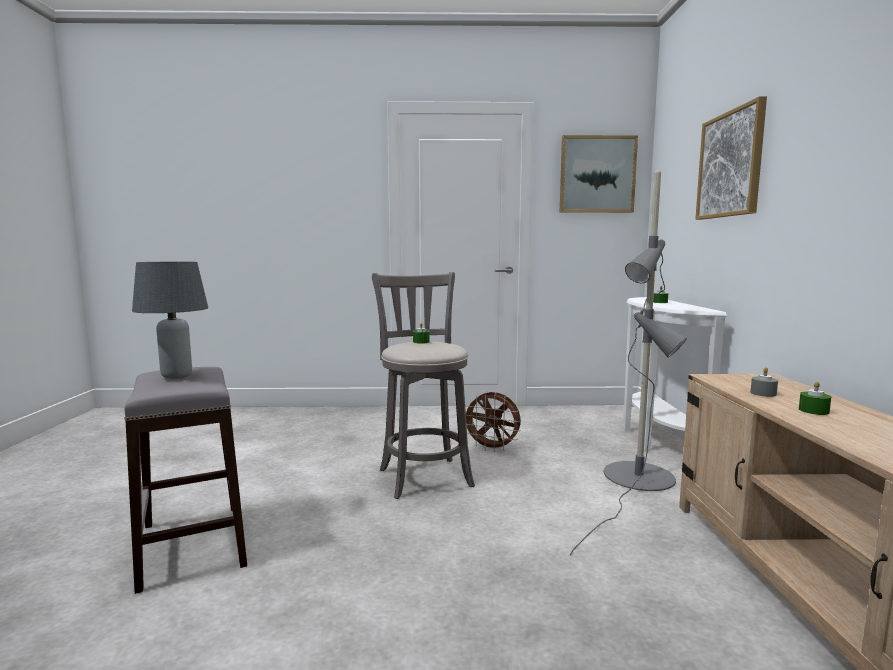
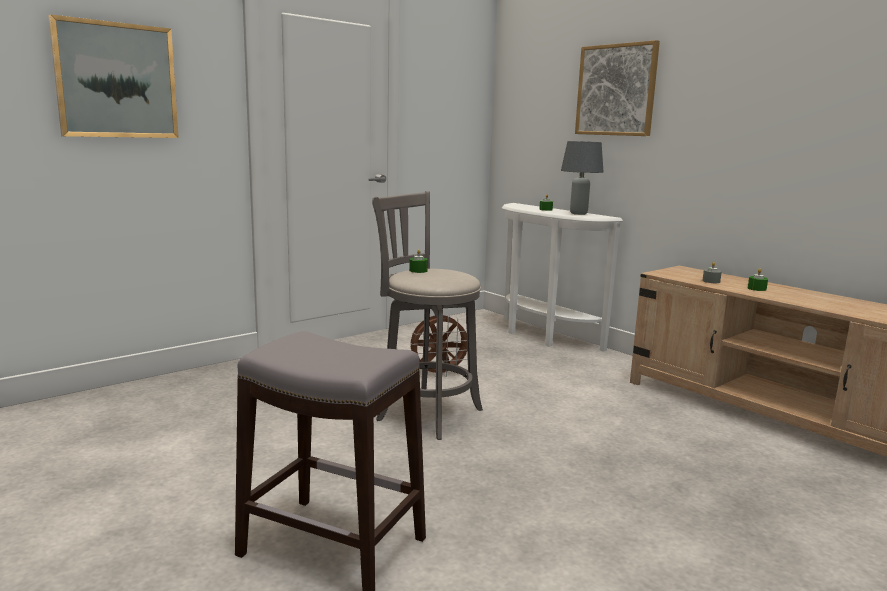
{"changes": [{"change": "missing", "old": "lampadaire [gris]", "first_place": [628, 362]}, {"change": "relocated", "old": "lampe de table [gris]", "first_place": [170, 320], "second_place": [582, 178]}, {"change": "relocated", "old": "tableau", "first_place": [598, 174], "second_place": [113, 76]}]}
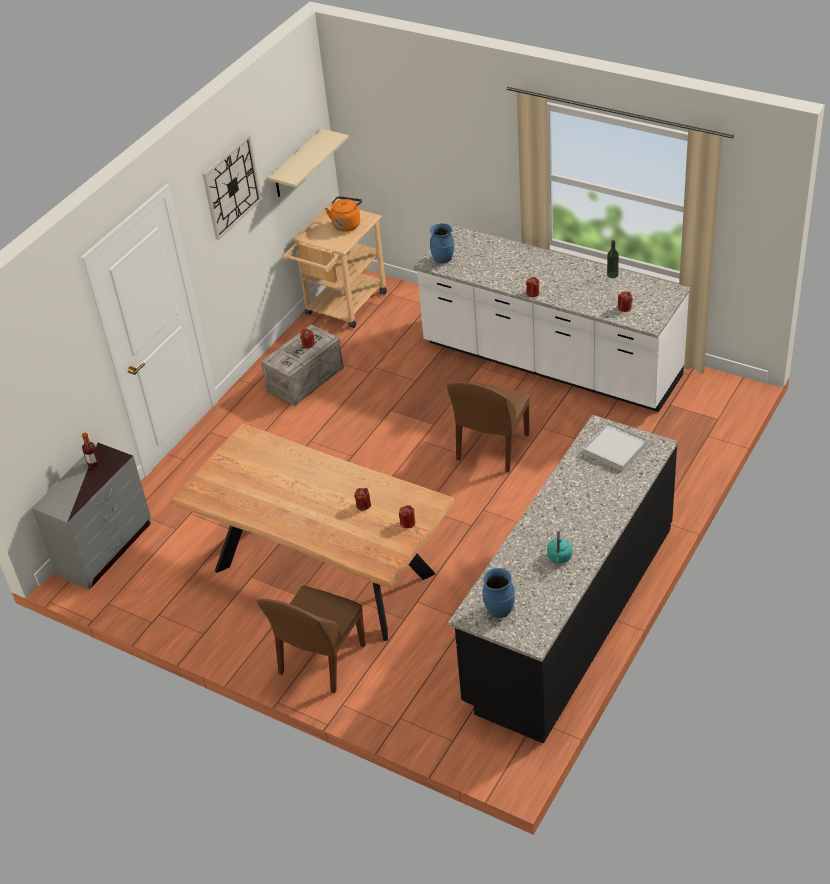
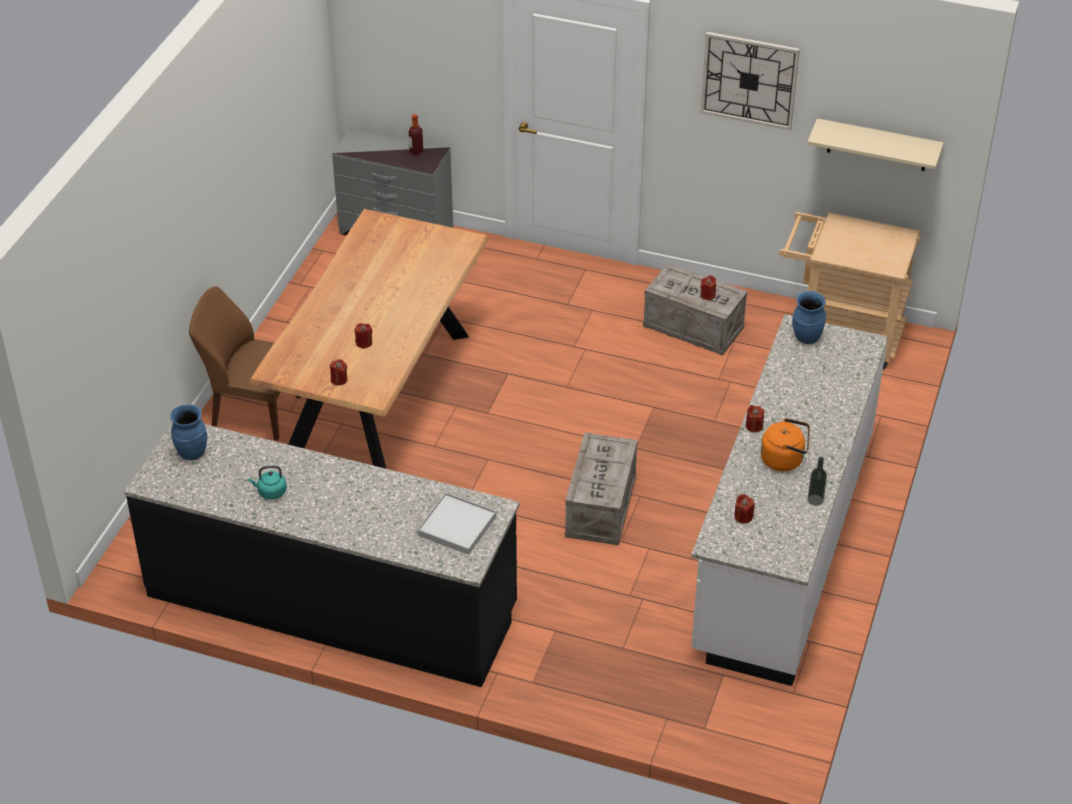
{"changes": [{"change": "relocated", "old": "bouilloire [orange]", "first_place": [343, 214], "second_place": [785, 444]}, {"change": "exchanged", "old": "chaise [marron]", "new": "caisse", "first_place": [488, 427], "second_place": [601, 488]}]}
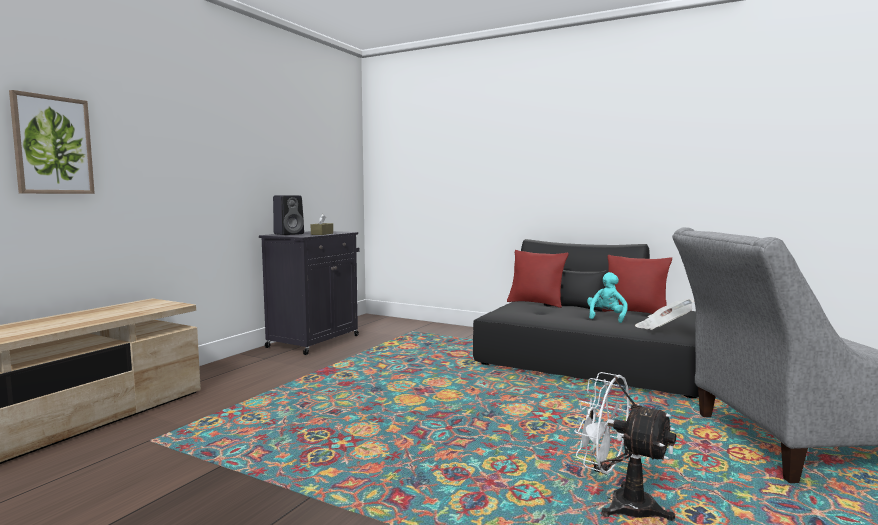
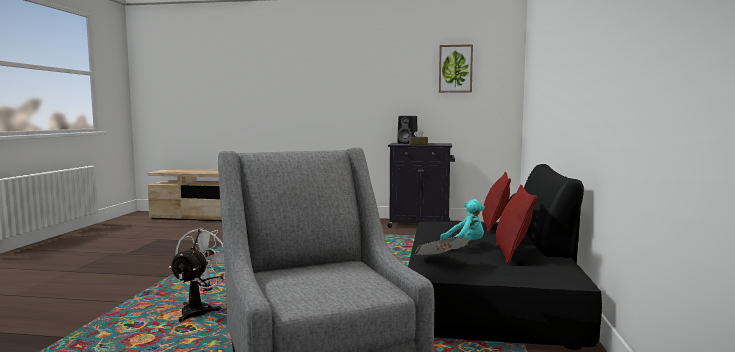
{"changes": [{"change": "relocated", "old": "tableau", "first_place": [52, 142], "second_place": [456, 68]}]}
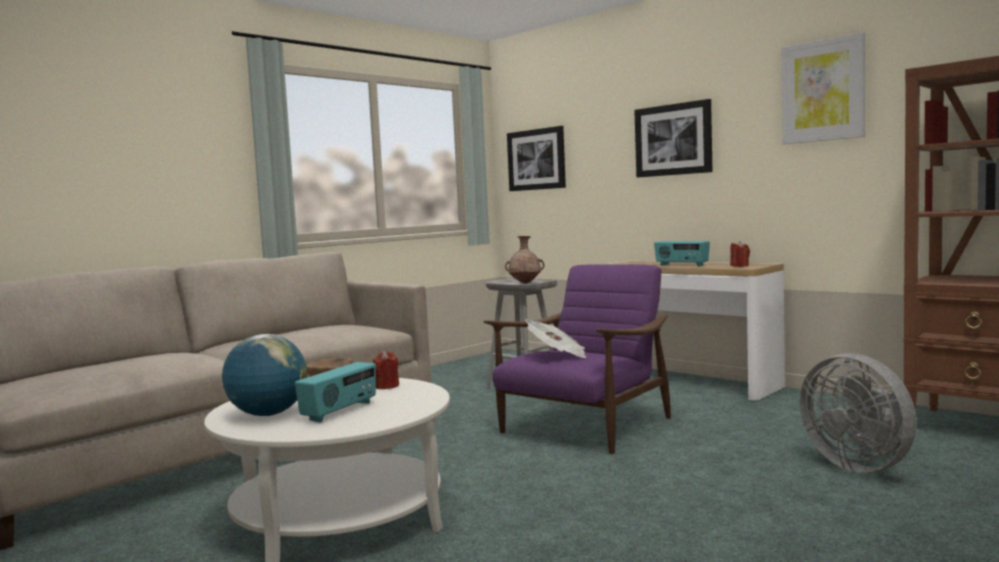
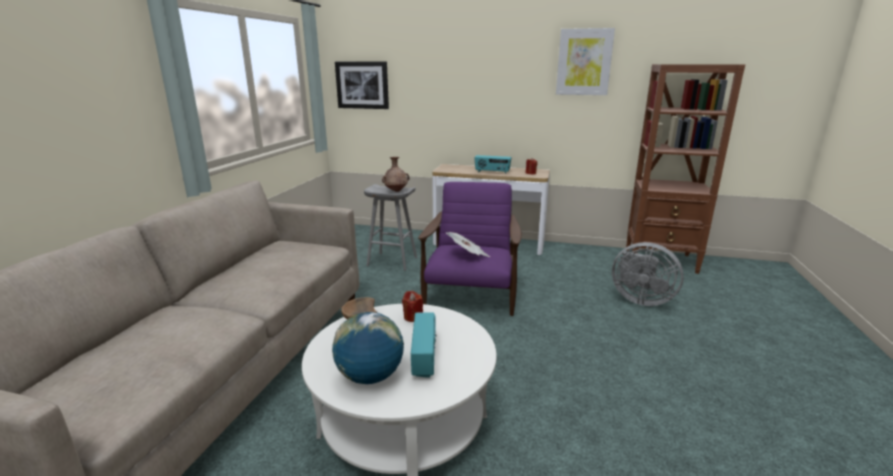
{"changes": [{"change": "missing", "old": "tableau", "first_place": [673, 138]}]}
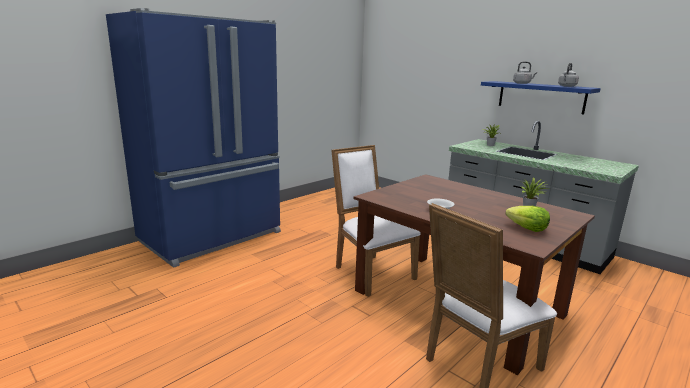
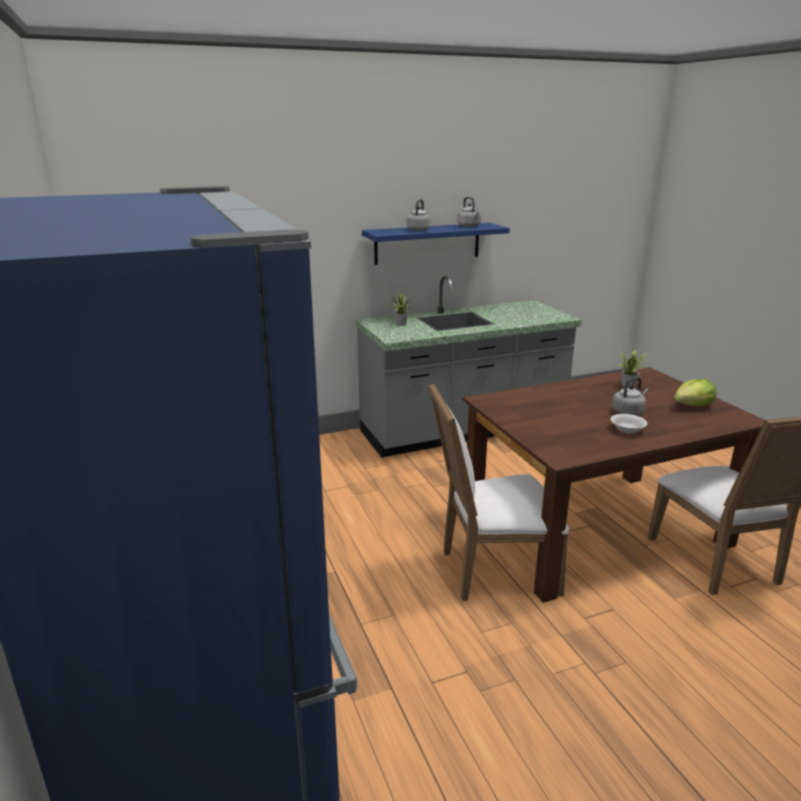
{"changes": [{"change": "appeared", "new": "bouilloire [gris]", "second_place": [630, 396]}]}
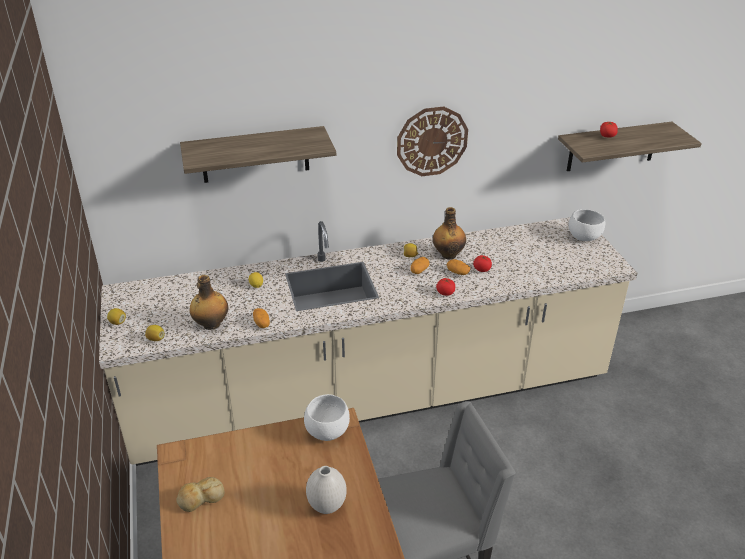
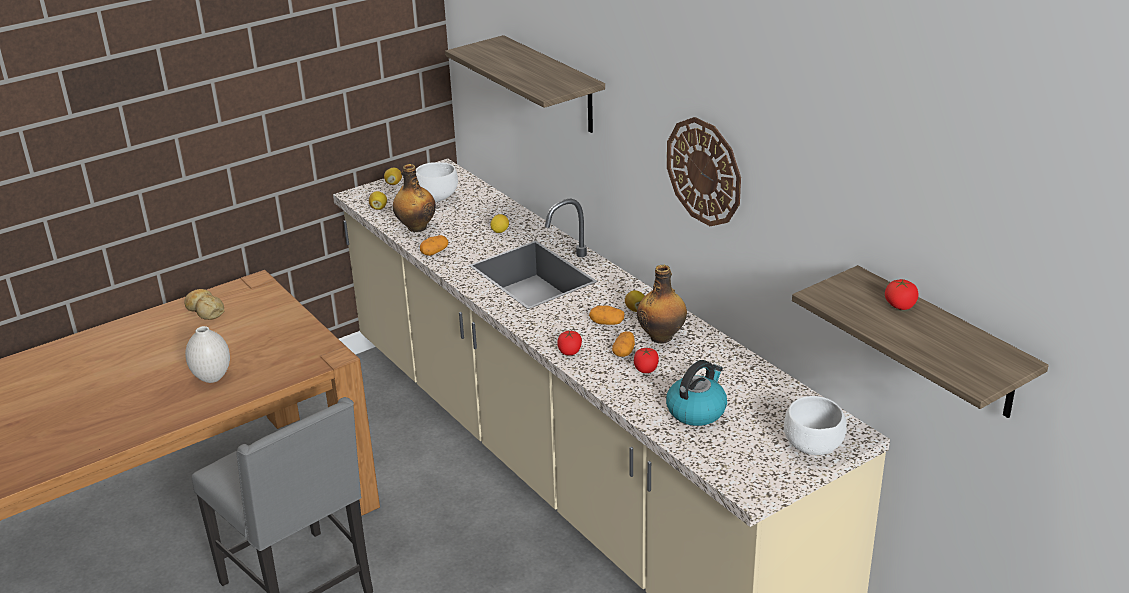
{"changes": [{"change": "appeared", "new": "bouilloire", "second_place": [696, 393]}, {"change": "relocated", "old": "bol [blanc]", "first_place": [327, 417], "second_place": [437, 182]}]}
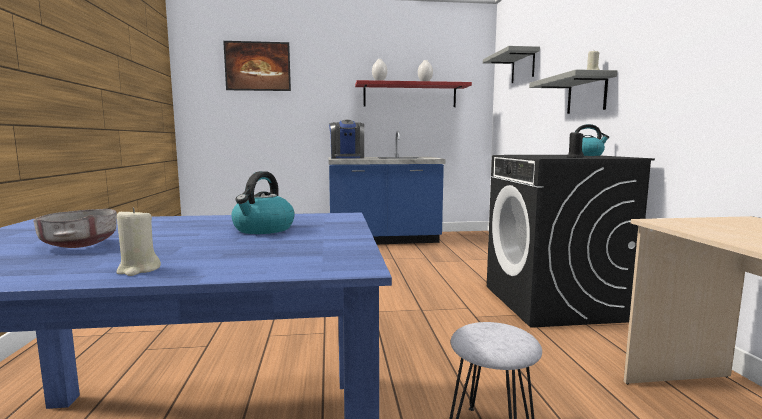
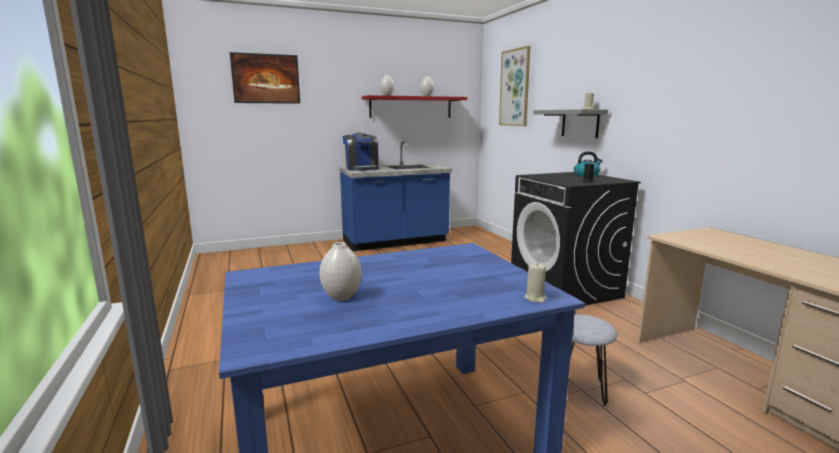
{"changes": [{"change": "missing", "old": "bouilloire", "first_place": [263, 202]}, {"change": "relocated", "old": "bougie [beige]", "first_place": [138, 242], "second_place": [535, 282]}, {"change": "exchanged", "old": "bol [gris]", "new": "vase [blanc]", "first_place": [75, 228], "second_place": [341, 271]}, {"change": "exchanged", "old": "étagère [gris]", "new": "tableau", "first_place": [511, 64], "second_place": [514, 86]}]}
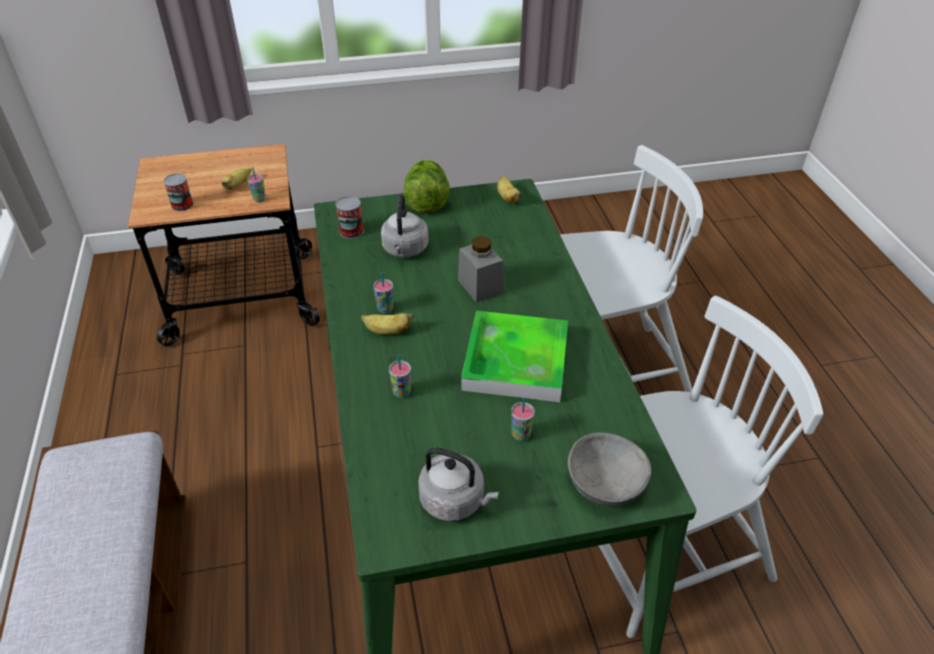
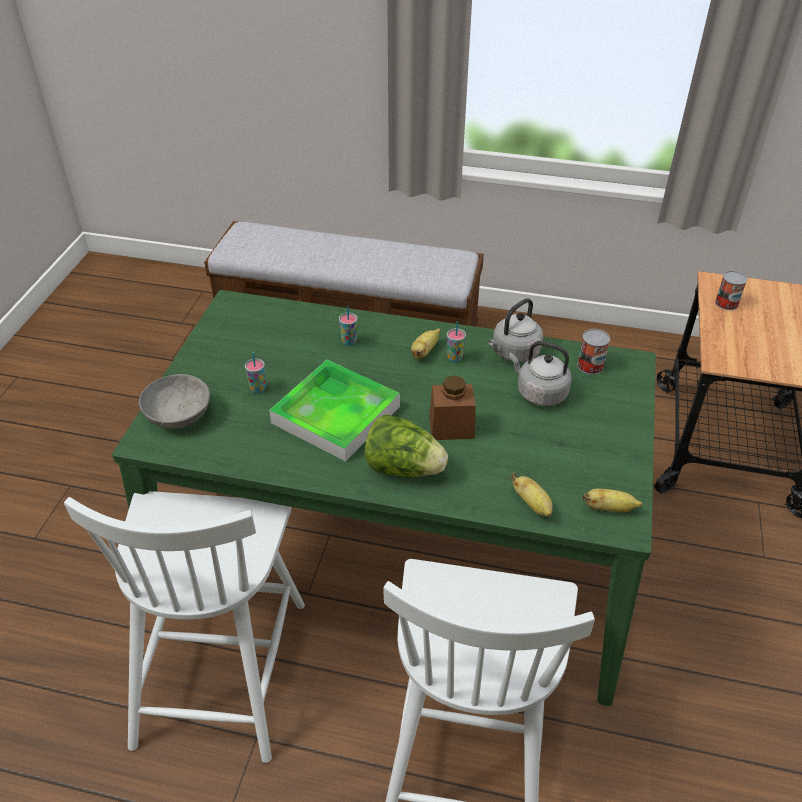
{"changes": [{"change": "missing", "old": "tasse", "first_place": [256, 184]}, {"change": "relocated", "old": "banane", "first_place": [236, 179], "second_place": [532, 494]}, {"change": "relocated", "old": "laitue", "first_place": [427, 186], "second_place": [406, 445]}, {"change": "relocated", "old": "bouilloire [gris]", "first_place": [458, 484], "second_place": [515, 330]}, {"change": "colour", "old": "bocal [gris]", "new": "bocal [marron]", "first_place": [481, 269], "second_place": [452, 407]}]}
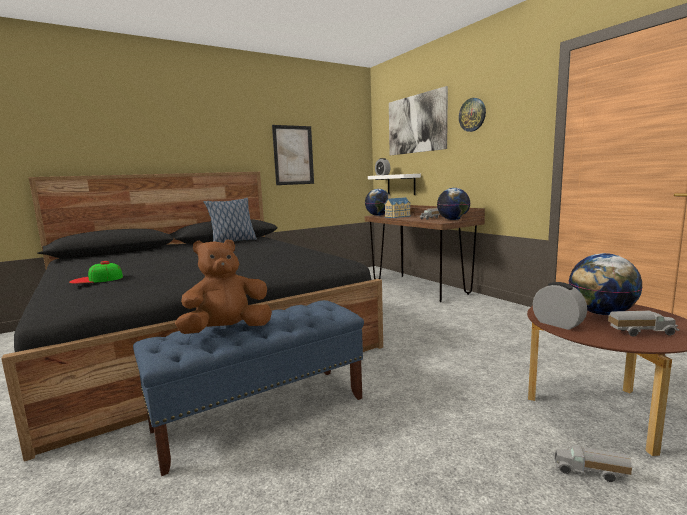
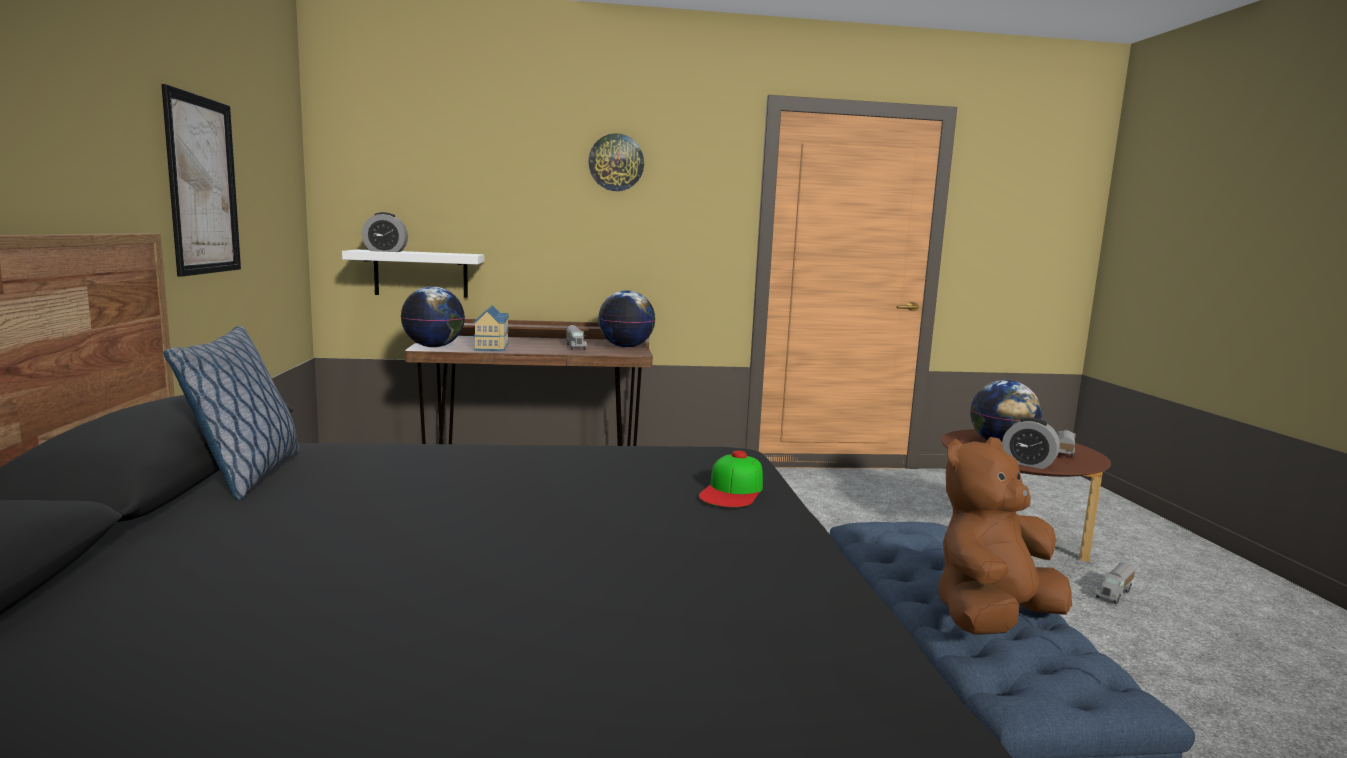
{"changes": [{"change": "missing", "old": "tableau", "first_place": [418, 120]}, {"change": "relocated", "old": "casquette", "first_place": [96, 272], "second_place": [731, 479]}, {"change": "spun", "old": "peluche [marron]", "first_place": [223, 286], "second_place": [1005, 536], "degrees": 60}, {"change": "spun", "old": "réveil", "first_place": [560, 306], "second_place": [1031, 443], "degrees": -135}]}
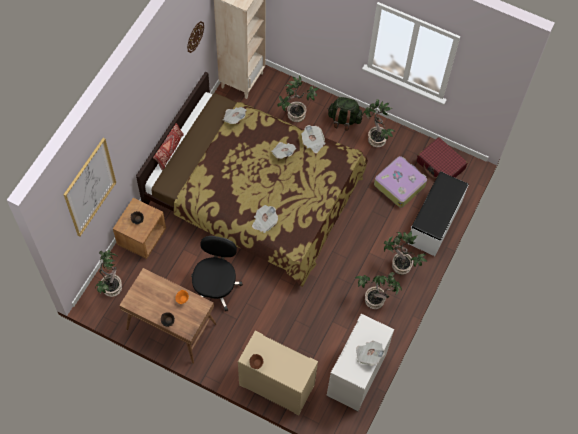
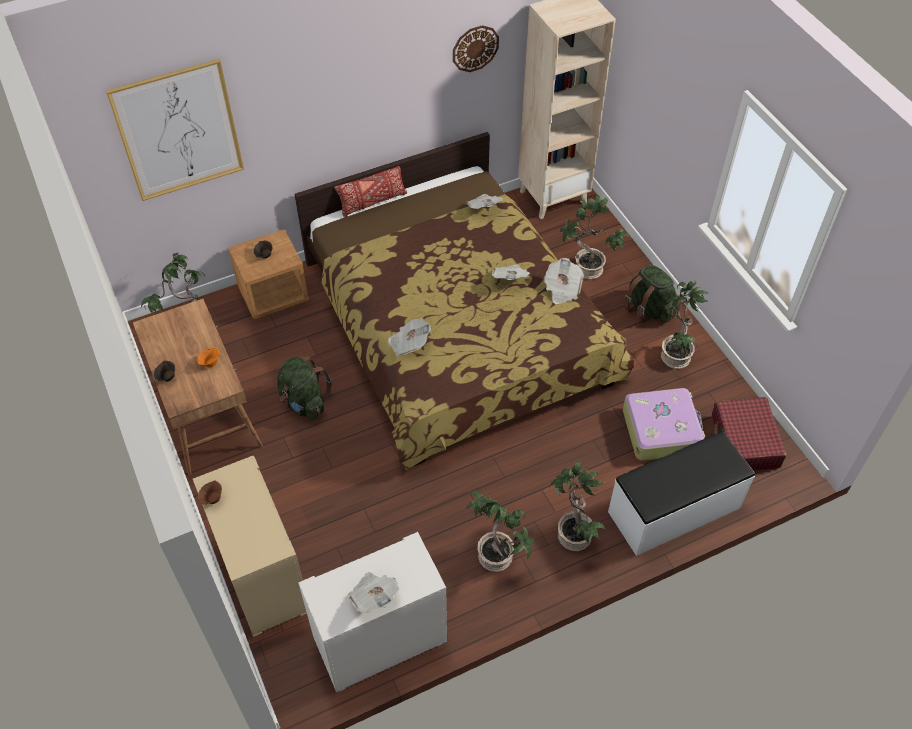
{"changes": [{"change": "exchanged", "old": "chaise de bureau [noir]", "new": "sac à dos [vert]", "first_place": [217, 273], "second_place": [304, 388]}]}
